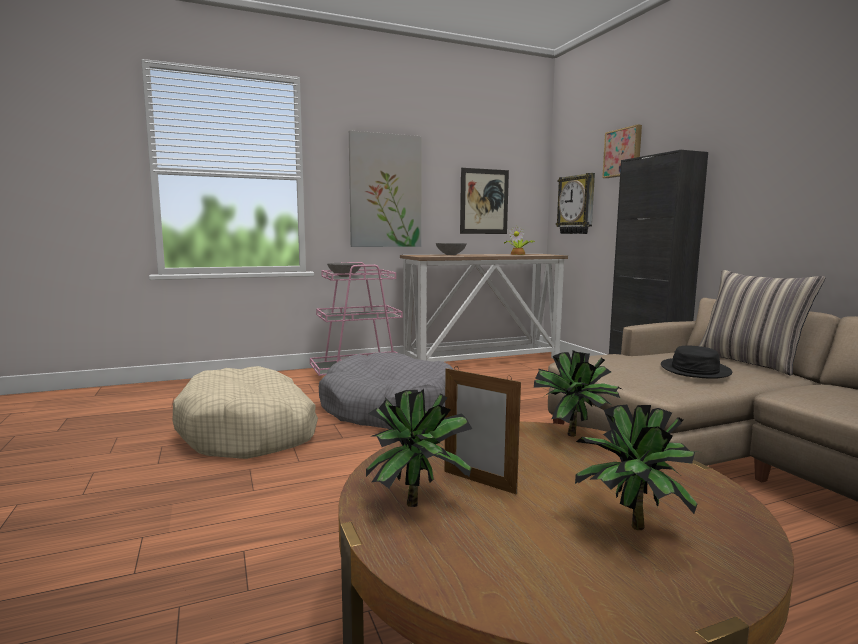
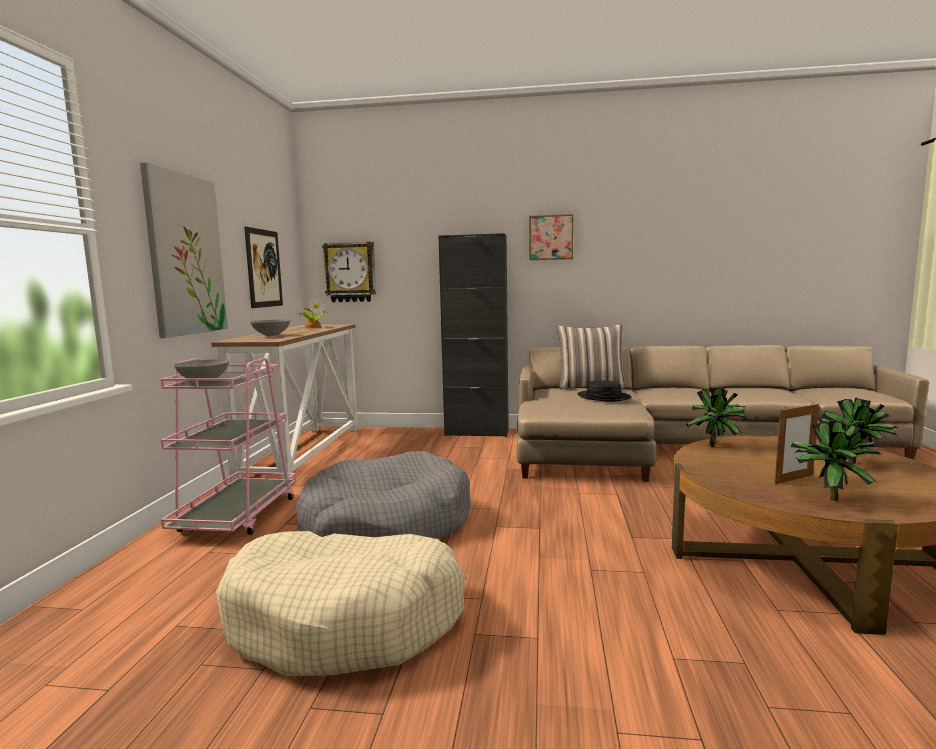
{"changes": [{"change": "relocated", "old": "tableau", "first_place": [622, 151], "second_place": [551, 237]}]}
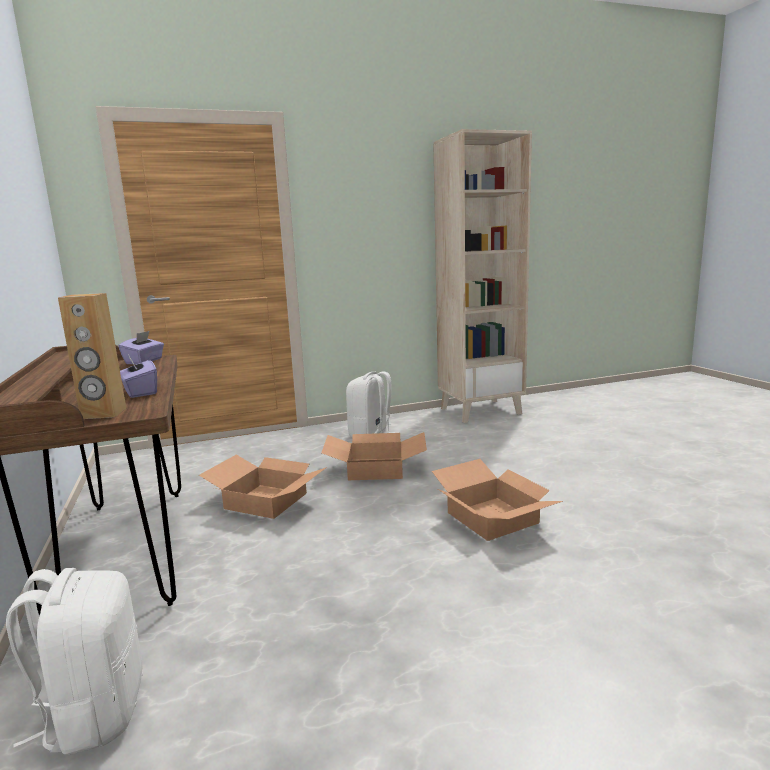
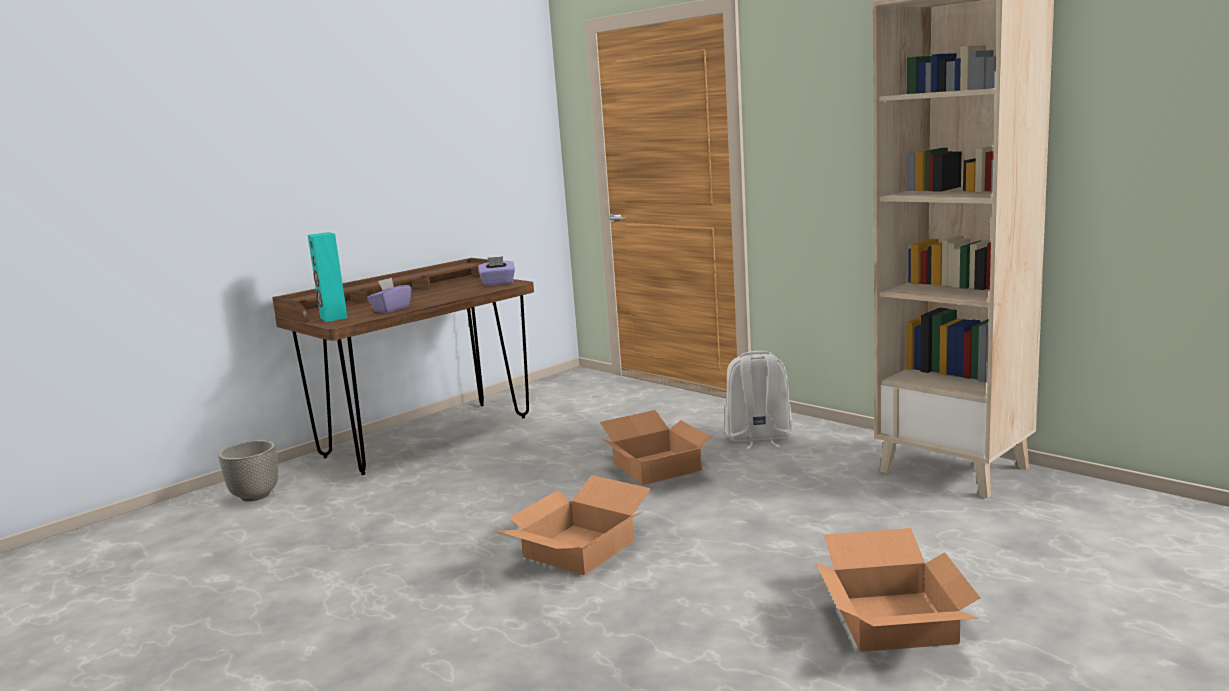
{"changes": [{"change": "relocated", "old": "carton", "first_place": [263, 486], "second_place": [897, 590]}, {"change": "exchanged", "old": "sac à dos [blanc]", "new": "cache-pot", "first_place": [74, 661], "second_place": [248, 471]}, {"change": "colour", "old": "enceinte [marron]", "new": "enceinte [turquoise]", "first_place": [92, 356], "second_place": [328, 277]}]}
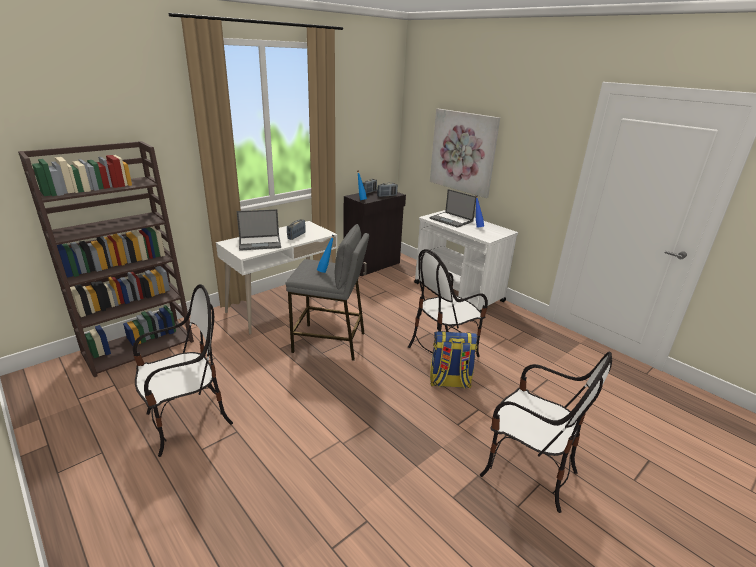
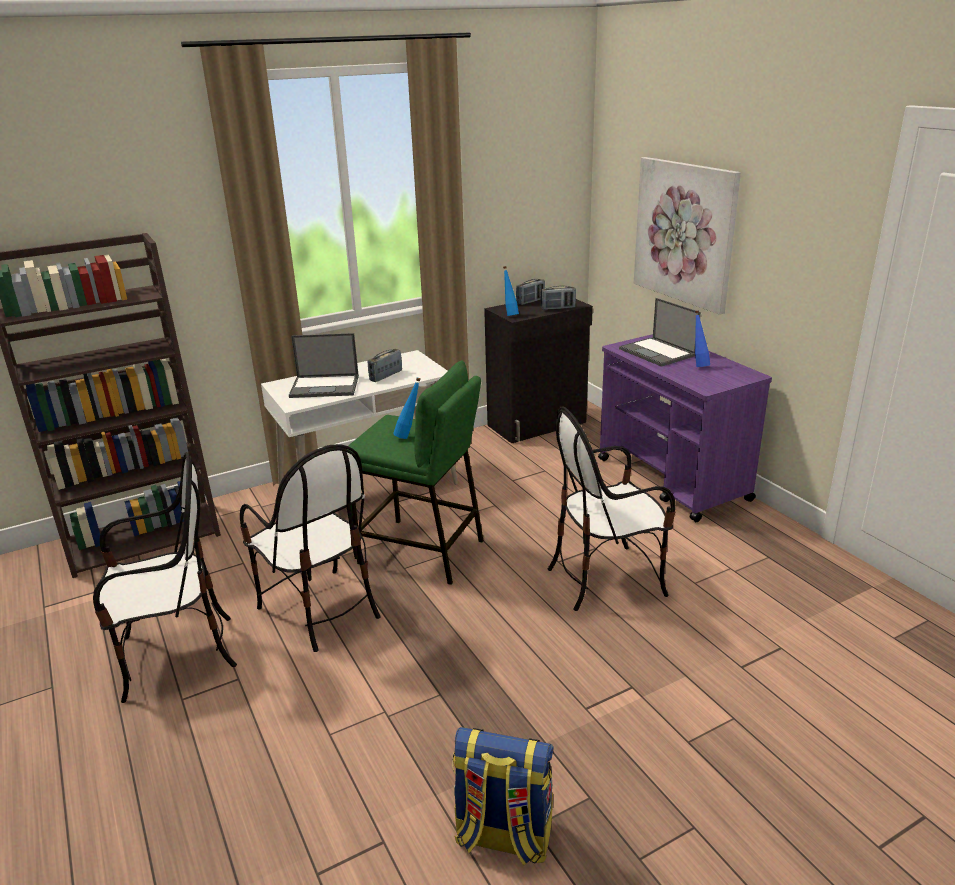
{"changes": [{"change": "relocated", "old": "sac à dos", "first_place": [454, 360], "second_place": [502, 796]}, {"change": "relocated", "old": "chaise", "first_place": [546, 432], "second_place": [310, 548]}, {"change": "colour", "old": "tabouret [gris]", "new": "tabouret [vert]", "first_place": [327, 292], "second_place": [416, 473]}, {"change": "colour", "old": "chariot [blanc]", "new": "chariot [violet]", "first_place": [466, 261], "second_place": [685, 428]}]}
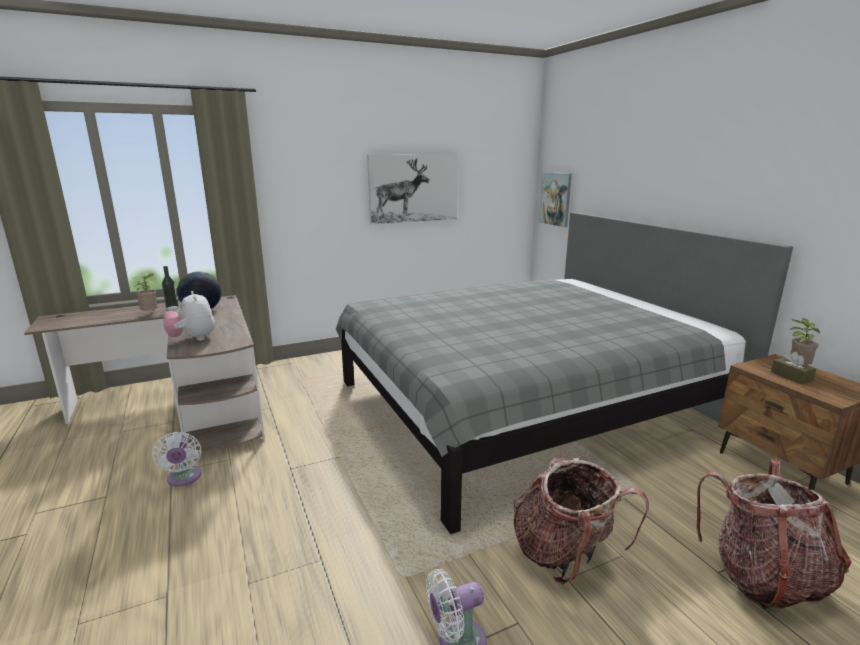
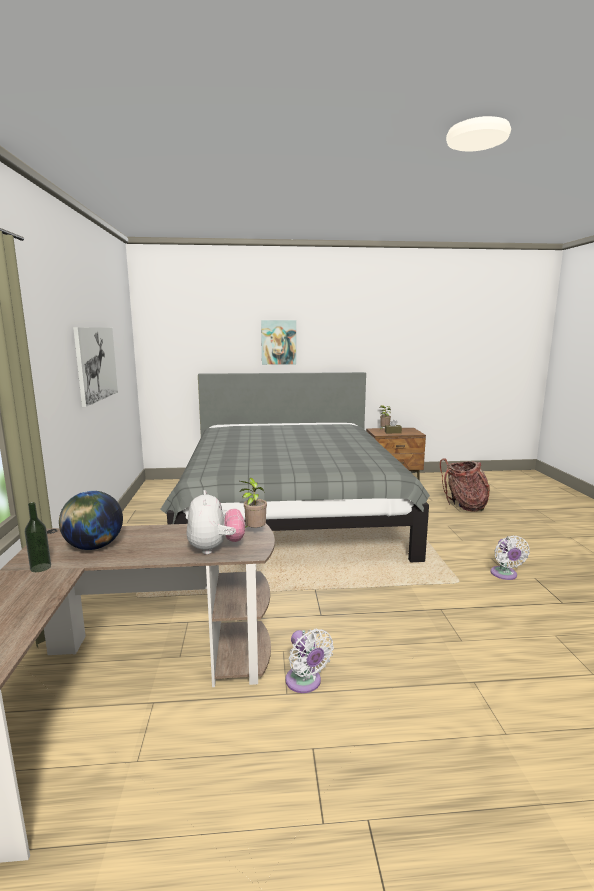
{"changes": [{"change": "missing", "old": "sac à dos", "first_place": [581, 521]}, {"change": "relocated", "old": "plante en pot", "first_place": [145, 292], "second_place": [253, 503]}, {"change": "relocated", "old": "tableau", "first_place": [555, 199], "second_place": [278, 342]}, {"change": "spun", "old": "ventilateur [blanc]", "first_place": [177, 459], "second_place": [309, 661], "degrees": 60}, {"change": "spun", "old": "peluche", "first_place": [189, 316], "second_place": [216, 522], "degrees": -90}]}
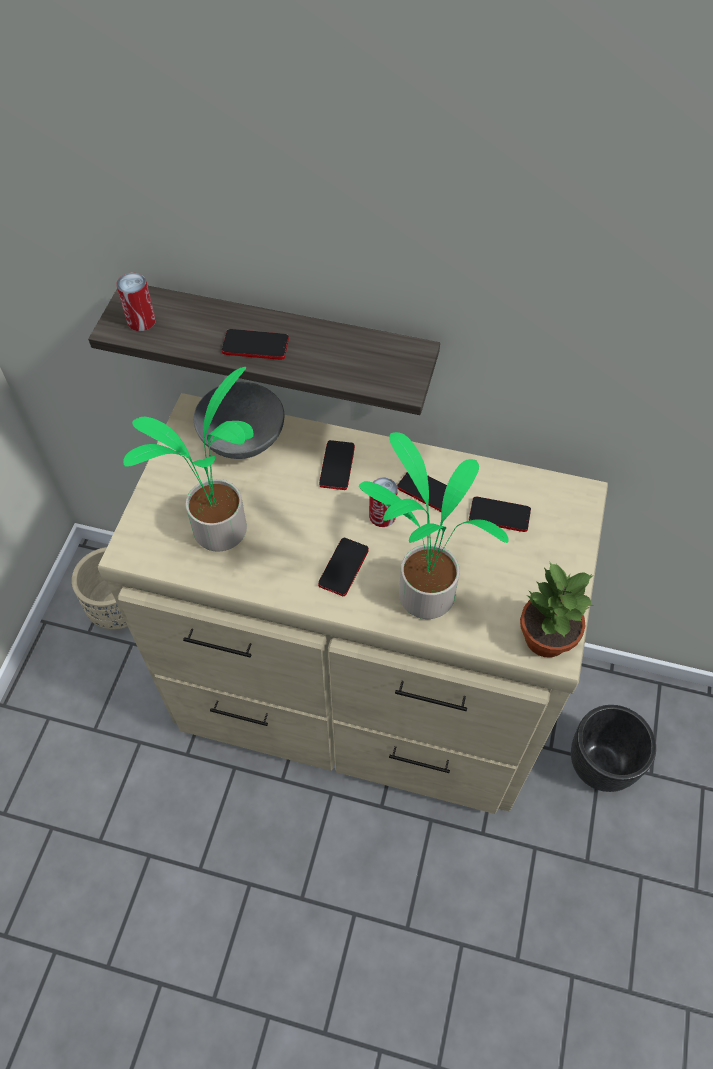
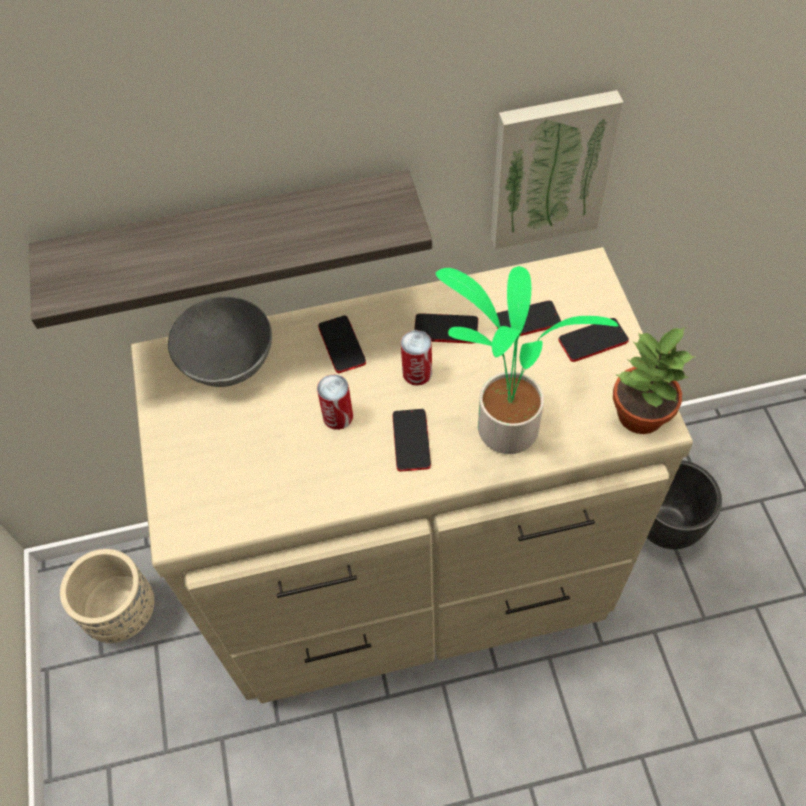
{"changes": [{"change": "missing", "old": "plante en pot", "first_place": [188, 459]}, {"change": "appeared", "new": "tableau", "second_place": [557, 169]}, {"change": "relocated", "old": "boîte métallique", "first_place": [136, 302], "second_place": [335, 402]}, {"change": "relocated", "old": "téléphone", "first_place": [255, 344], "second_place": [593, 340]}]}
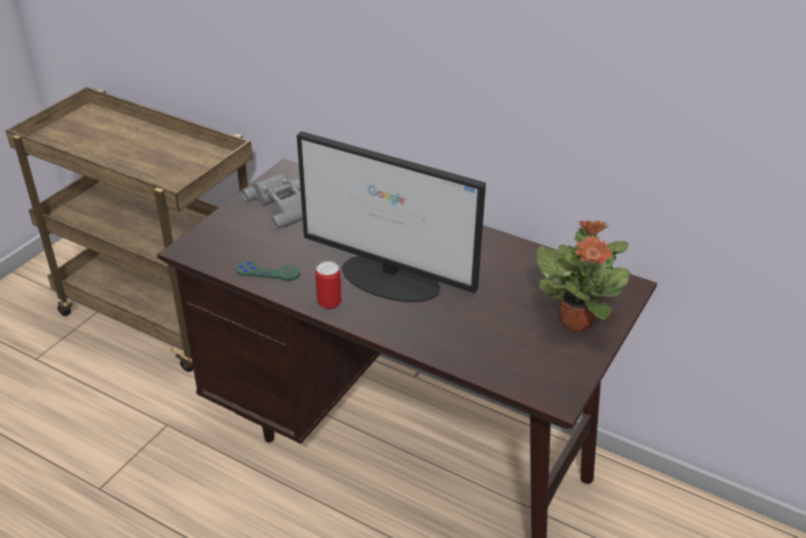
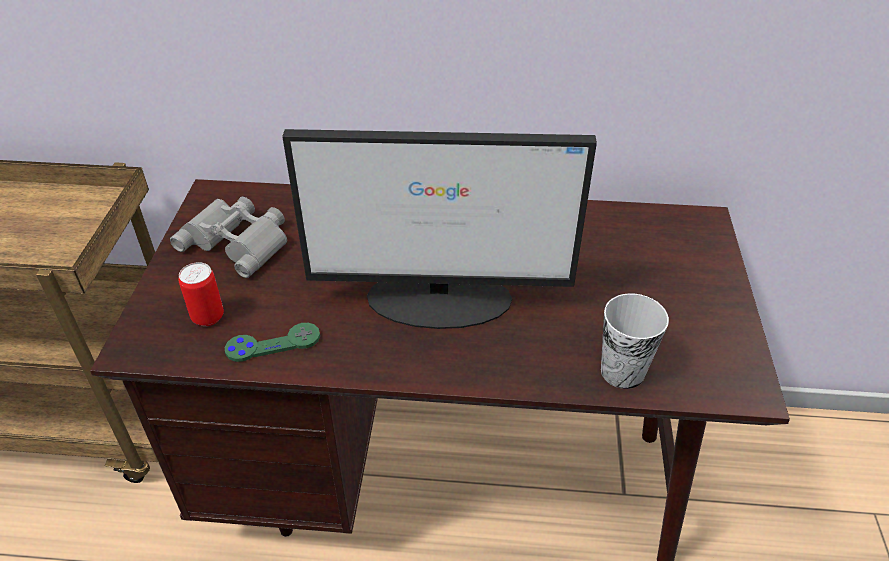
{"changes": [{"change": "missing", "old": "plante en pot", "first_place": [584, 275]}, {"change": "appeared", "new": "tasse", "second_place": [635, 341]}, {"change": "relocated", "old": "boîte métallique", "first_place": [328, 285], "second_place": [201, 294]}]}
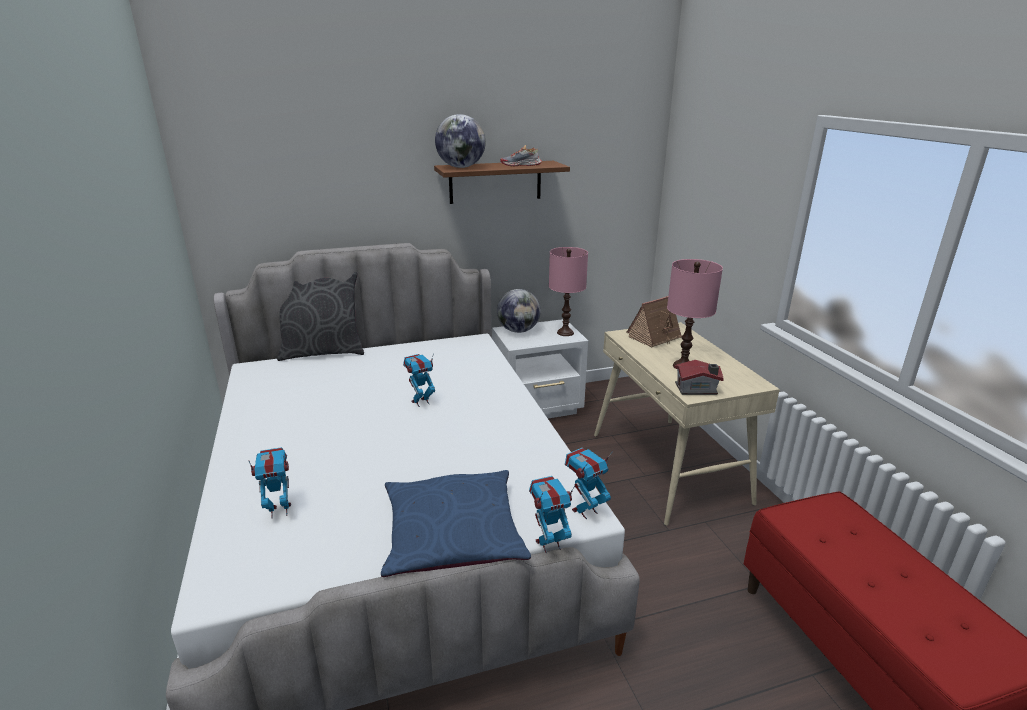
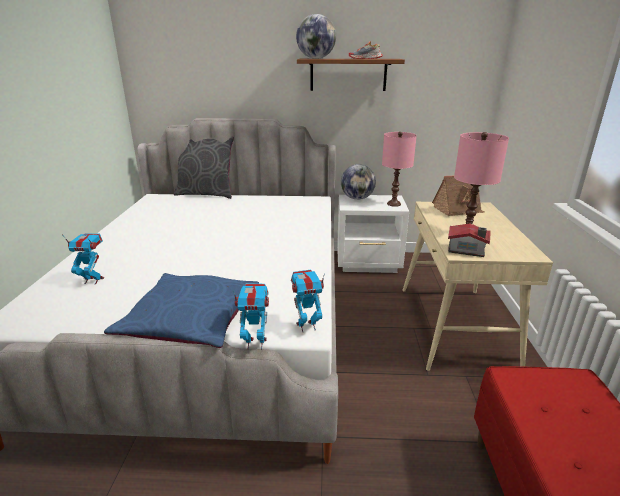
{"changes": [{"change": "missing", "old": "robot jouet", "first_place": [419, 380]}]}
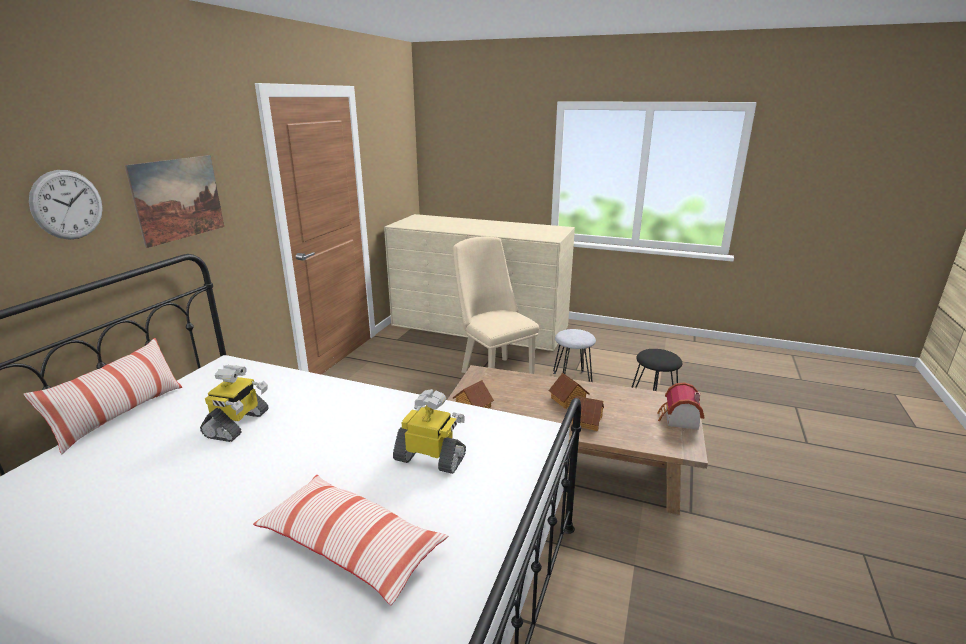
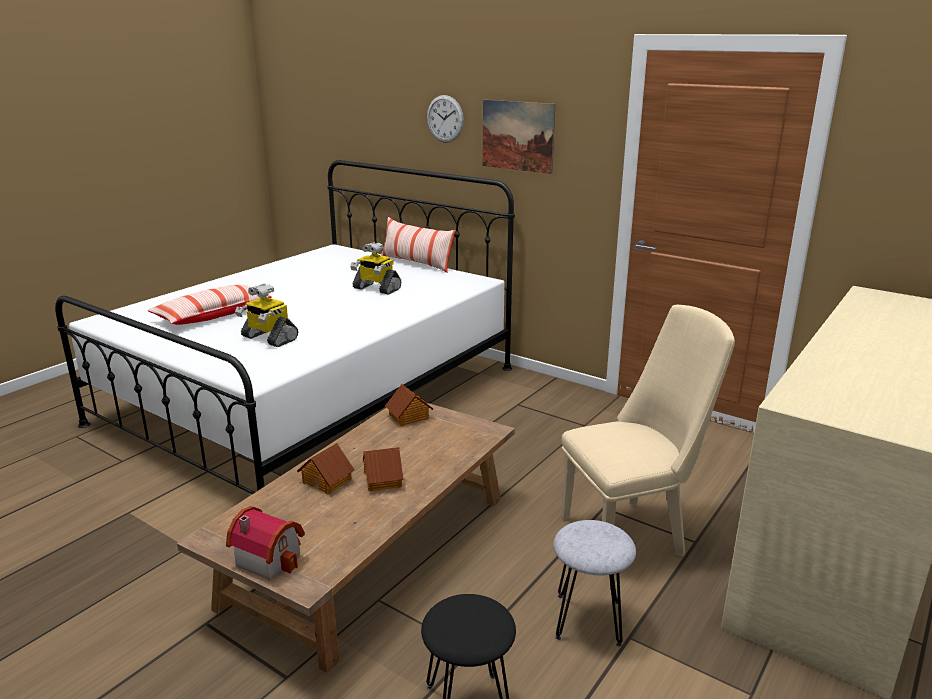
{"changes": [{"change": "spun", "old": "robot jouet", "first_place": [429, 431], "second_place": [266, 315], "degrees": 90}]}
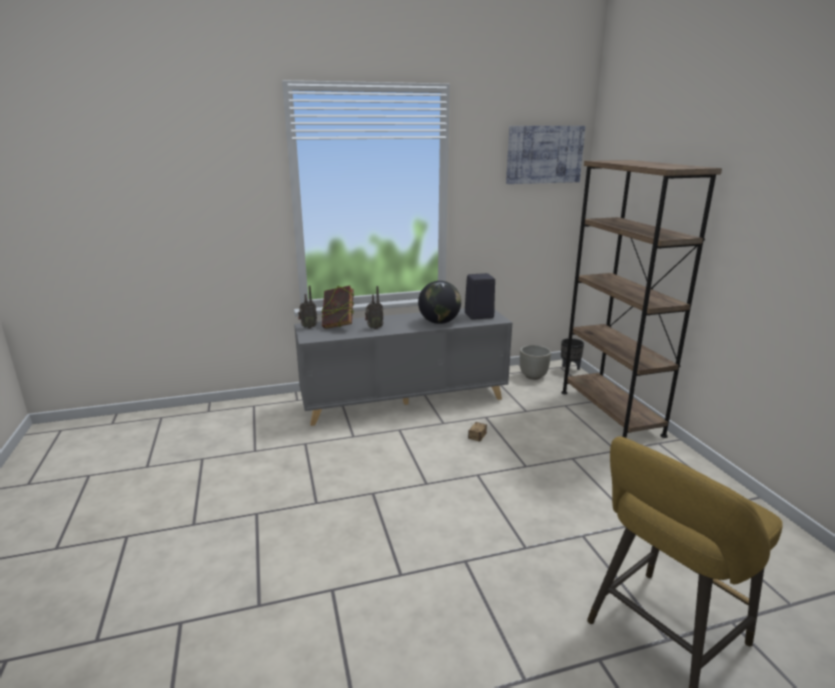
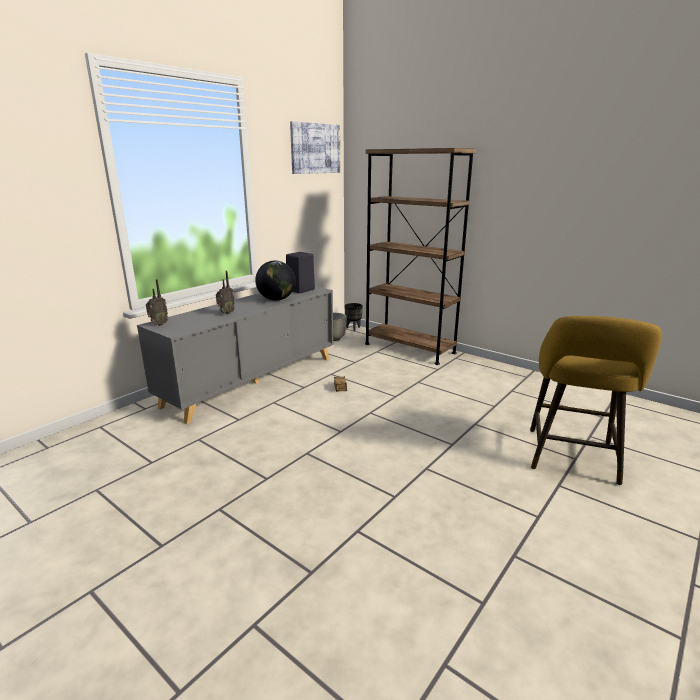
{"changes": [{"change": "missing", "old": "livre", "first_place": [337, 307]}]}
